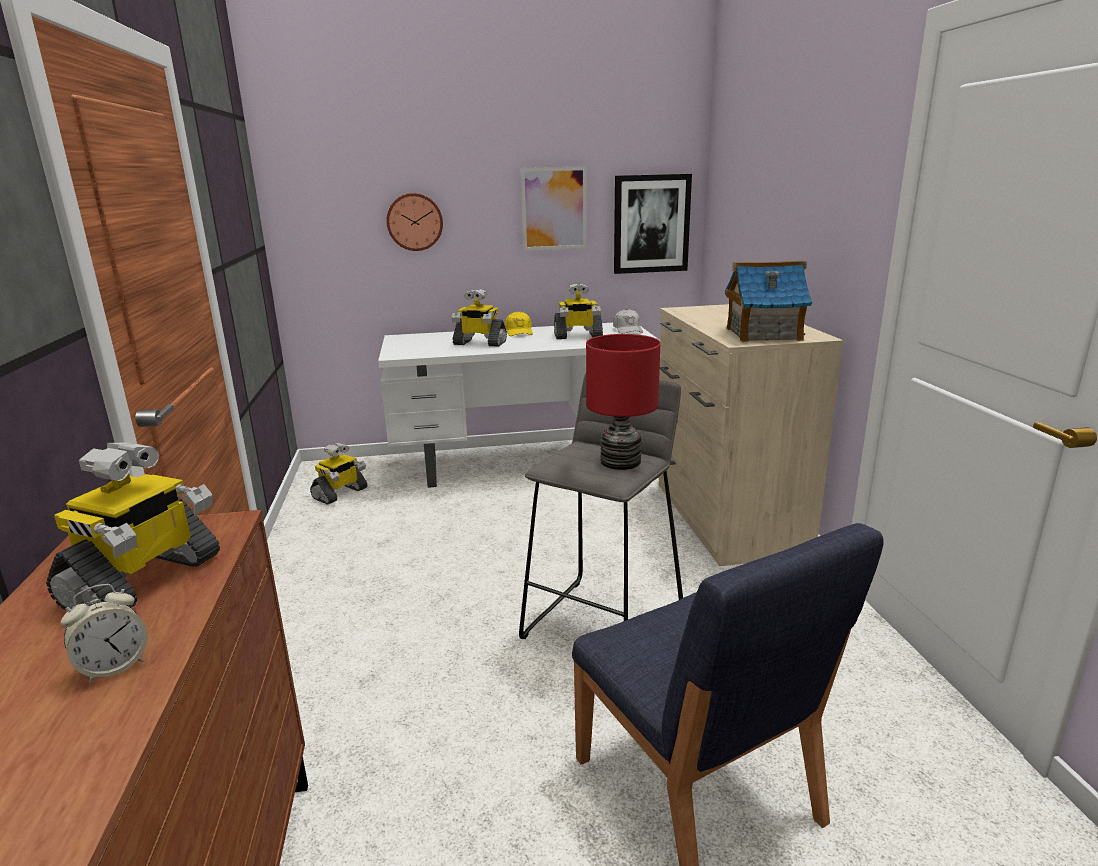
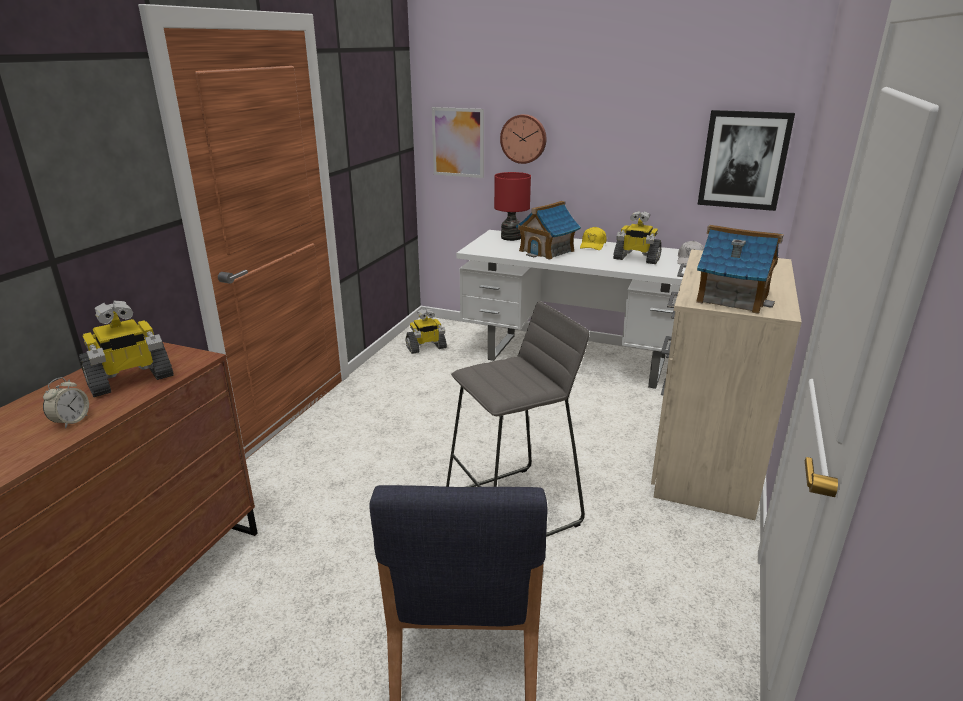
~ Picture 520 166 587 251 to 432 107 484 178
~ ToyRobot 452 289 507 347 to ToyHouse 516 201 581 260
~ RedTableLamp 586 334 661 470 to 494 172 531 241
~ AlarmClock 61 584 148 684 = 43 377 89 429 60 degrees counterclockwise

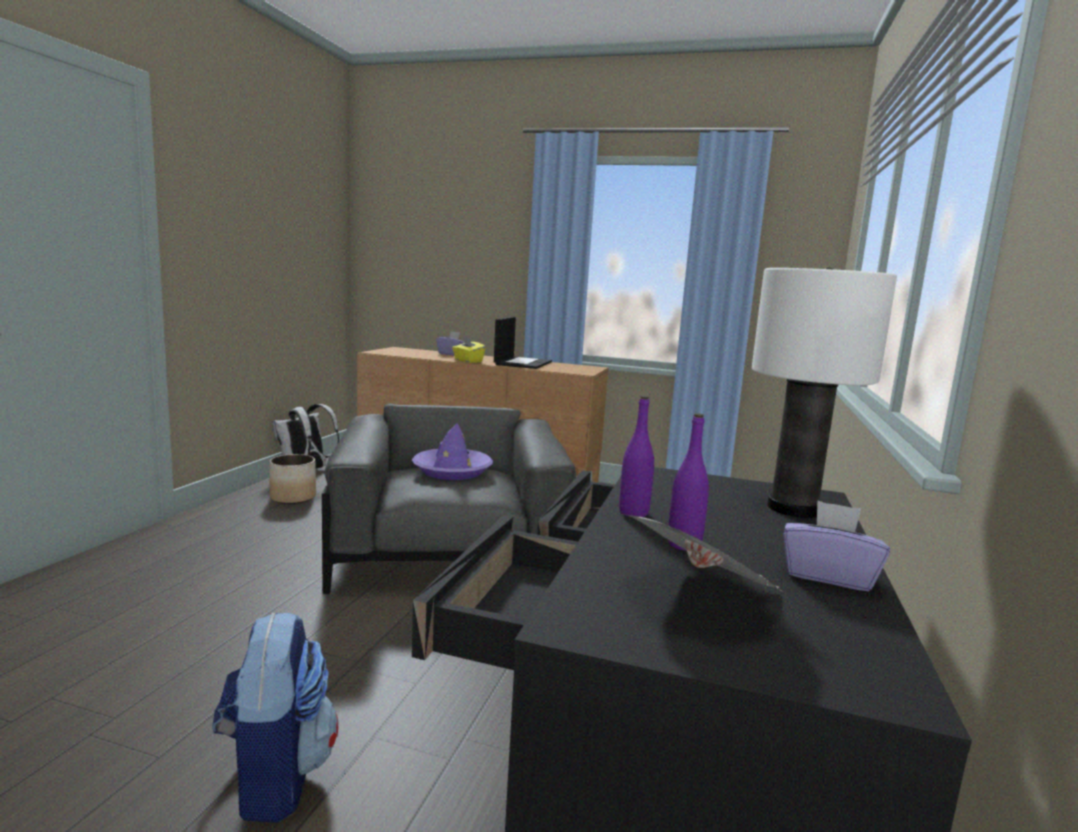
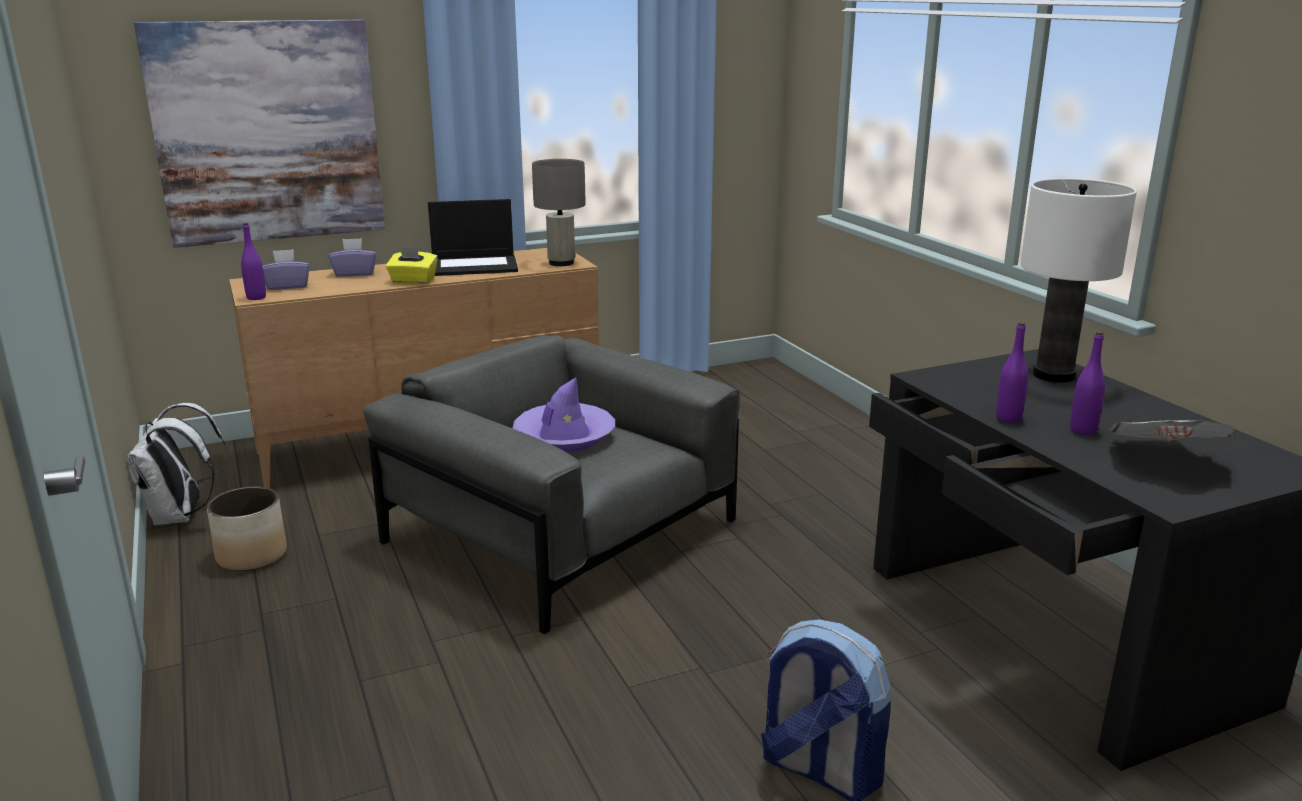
~ Laptop 494 317 552 369 = 428 199 518 276 105 degrees clockwise
~ PurpleTissueBox 783 501 890 592 to 263 249 309 290
+ Picture 134 19 385 248
+ GreyTableLamp 532 159 585 266
+ PurpleBottle 241 223 266 300

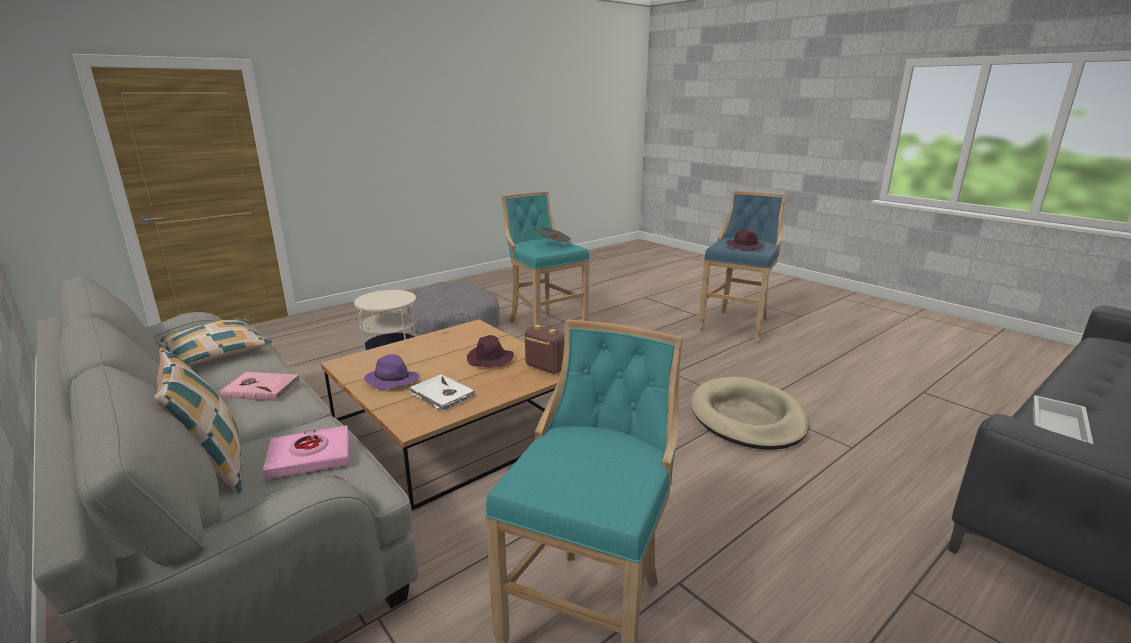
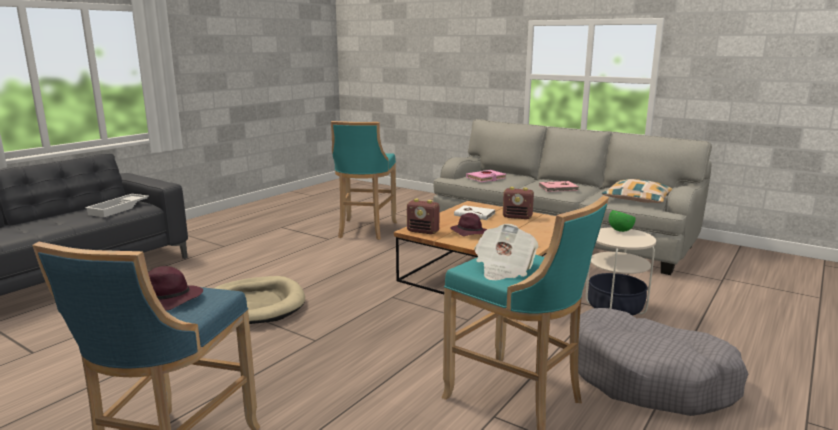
- Pillow 154 347 242 493
~ PurpleHat 364 354 419 390 to Radio 503 187 534 219
+ GreenBowl 609 210 636 232

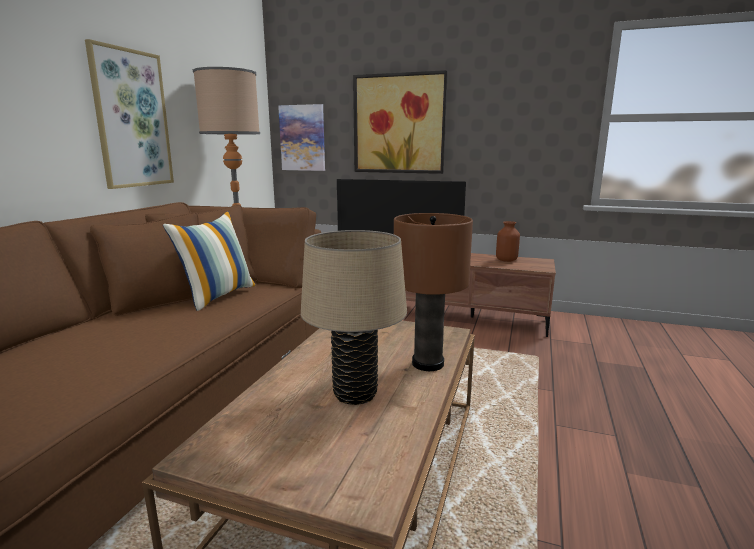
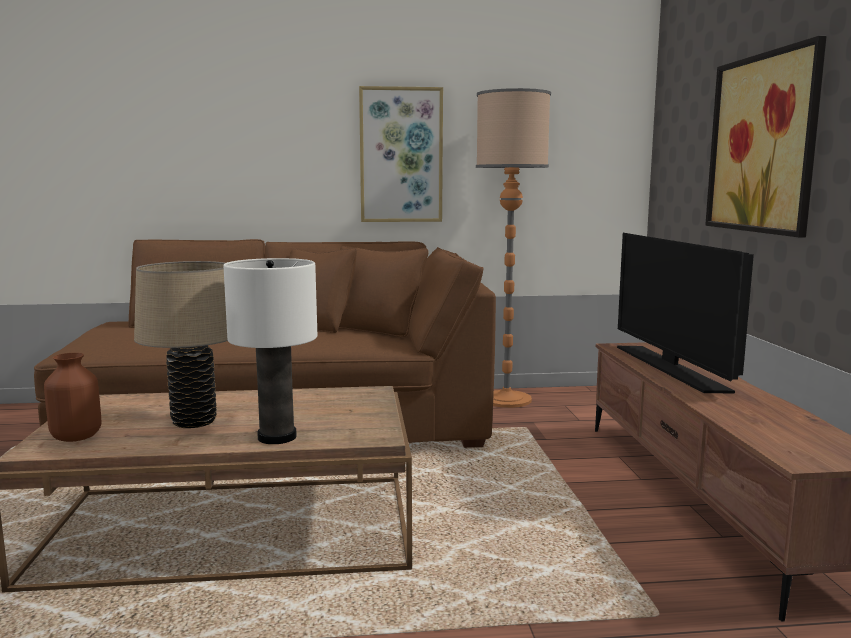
- Picture 278 104 325 171
- Pillow 163 211 256 311
~ BrownTableLamp 394 213 473 371 to WhiteTableLamp 223 258 317 444
~ BrownVase 496 221 520 262 to 44 353 102 442

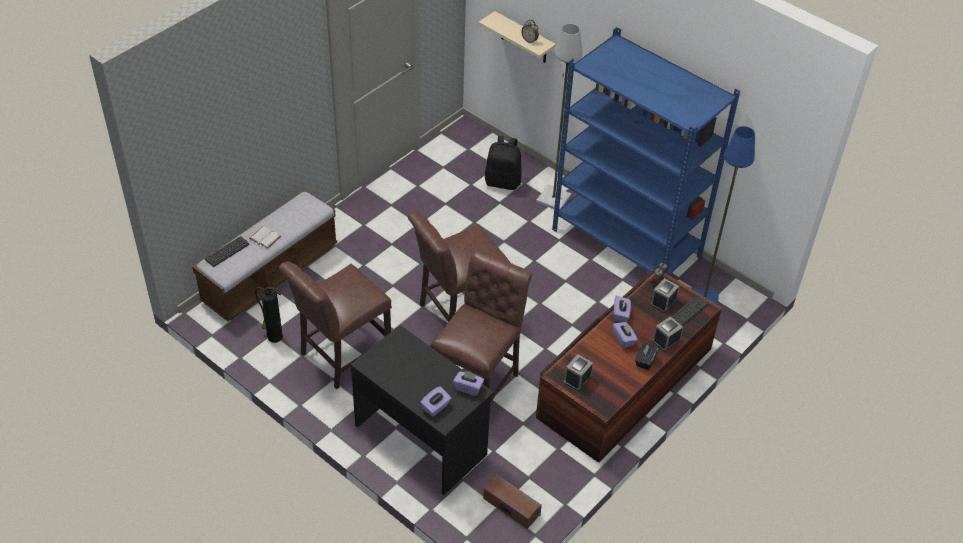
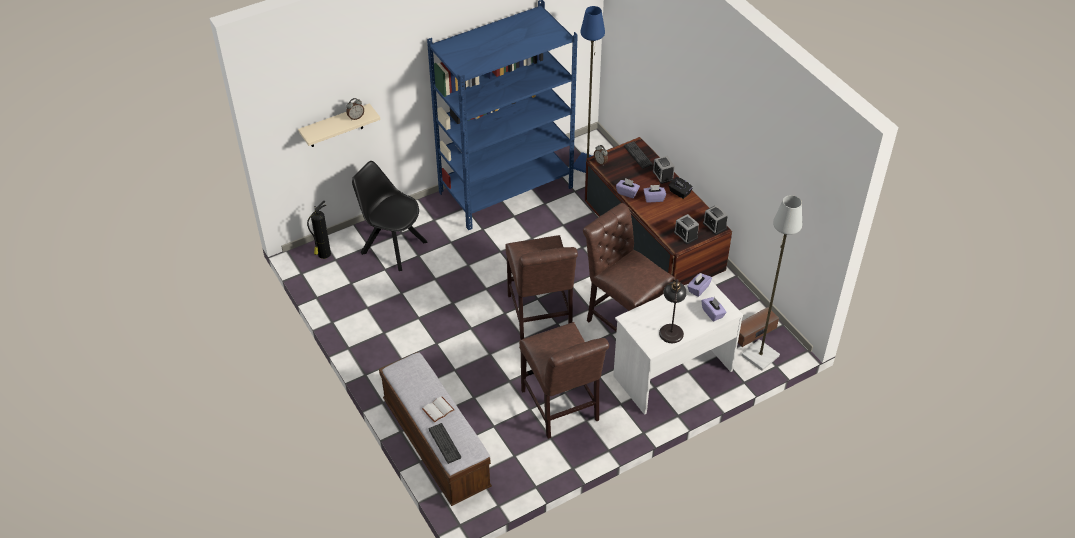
~ GreyFloorLamp 536 24 582 209 to 741 195 802 371
~ BlackBackpack 485 136 522 190 to BlackChair 352 161 428 271
~ AlarmClock 651 278 679 313 to 703 205 728 235
~ FireExtinguisher 255 285 283 343 to 307 201 331 259
~ BlackDesk 351 325 494 495 to WhiteDesk 613 281 743 415
+ GreyTableLamp 659 279 687 343

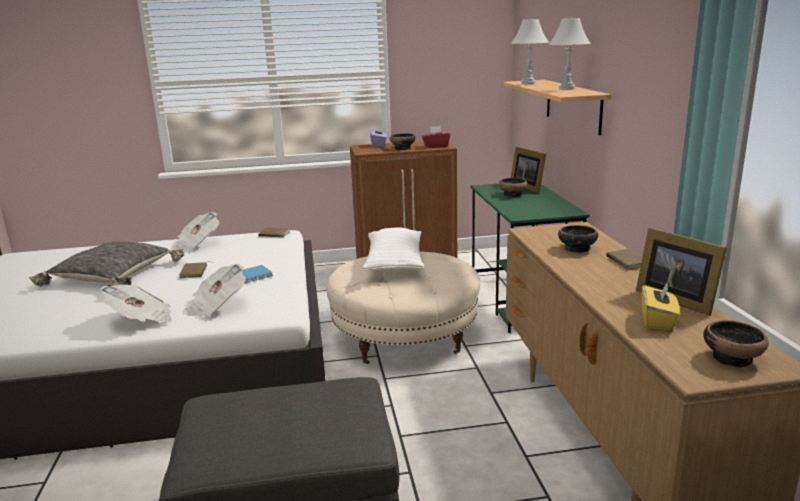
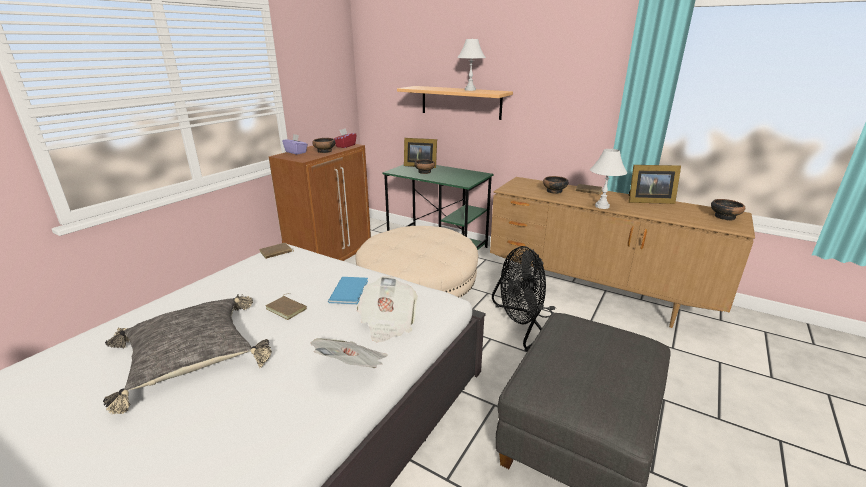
~ WhiteTableLamp 511 19 549 85 to 590 149 627 209
- Newspaper 170 212 219 251
- WhitePillow 362 228 424 271
- YellowTissueBox 641 283 680 330
+ BlackFan 492 246 556 352

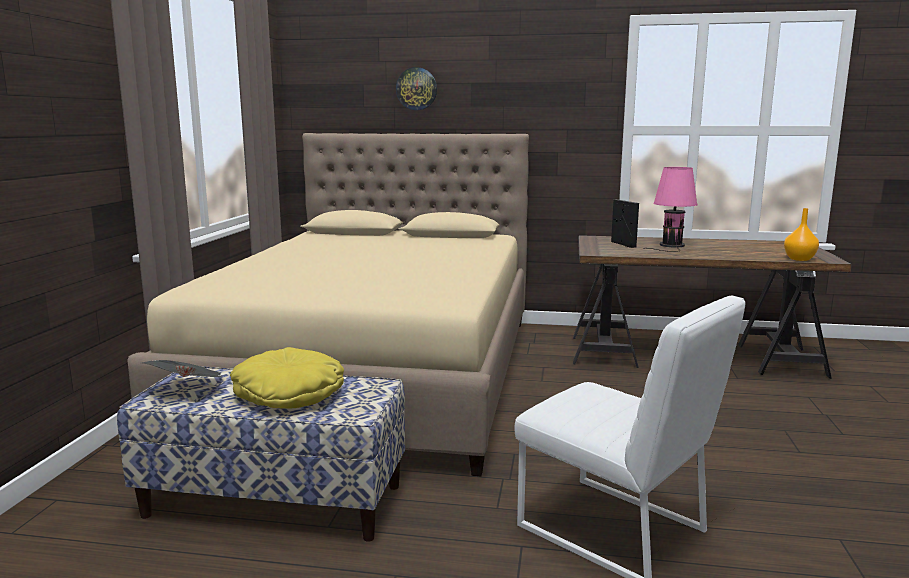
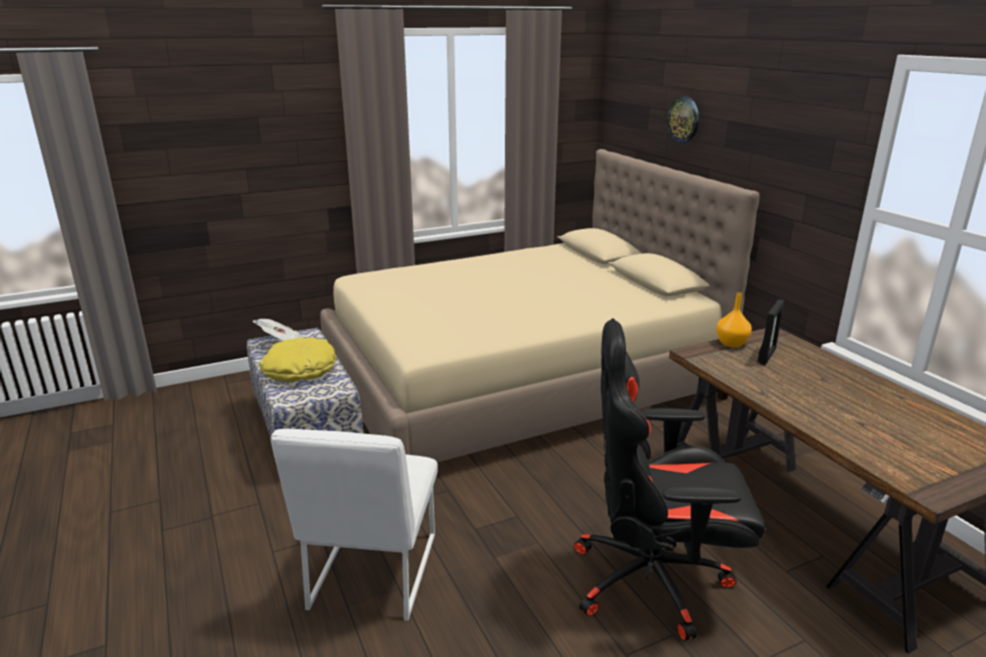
- PinkTableLamp 643 167 698 252
~ OrangeVase 784 208 819 261 to 716 293 752 348
+ BlackOfficeChair 574 318 765 641

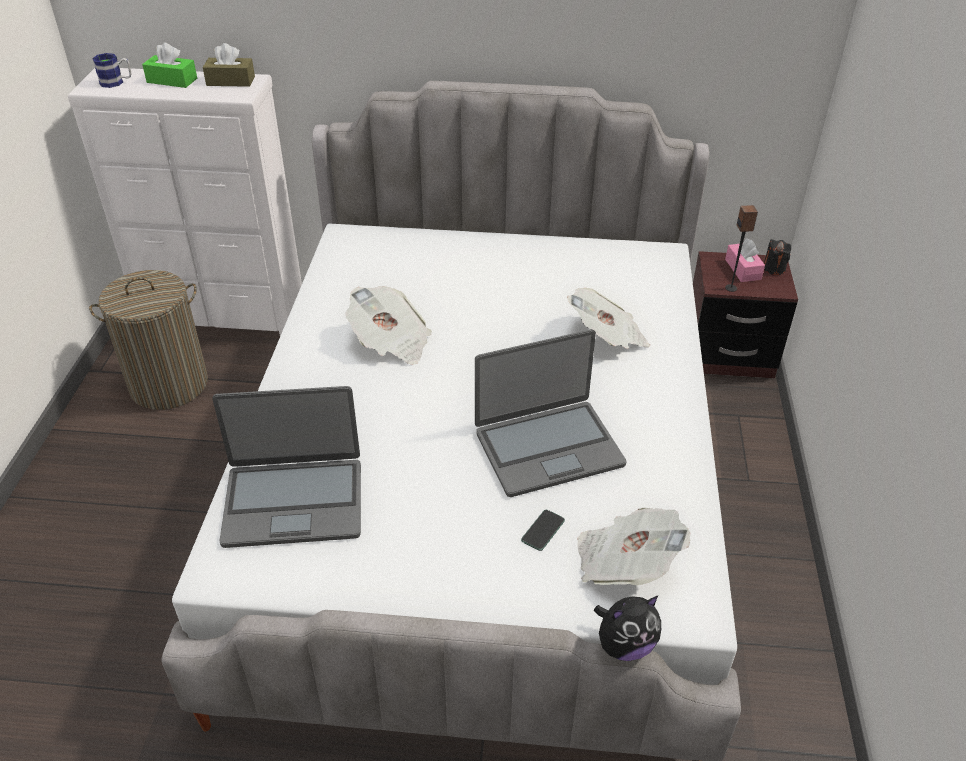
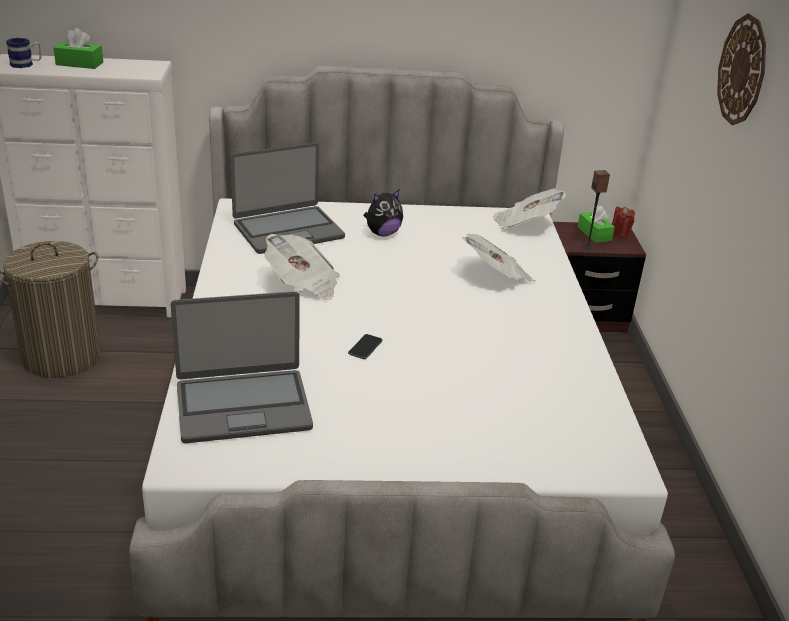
- BrownTissueBox 203 43 255 87
~ PinkTissueBox 725 238 765 282 to GreenTissueBox 577 205 615 243
~ BlackCandle 764 239 791 275 to RedCandle 612 206 635 237
~ Laptop 475 330 626 497 to 230 142 345 254
~ Newspaper 577 507 690 585 to 493 188 566 229
~ Phone 521 510 565 551 to 348 334 382 359
~ PlushToy 594 595 661 661 to 363 189 403 236
+ WallClock 717 13 766 125

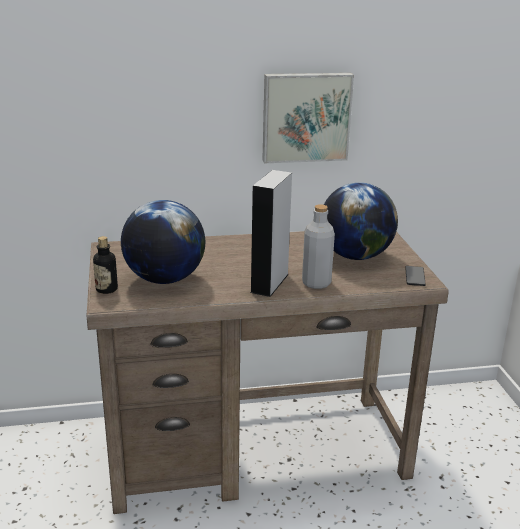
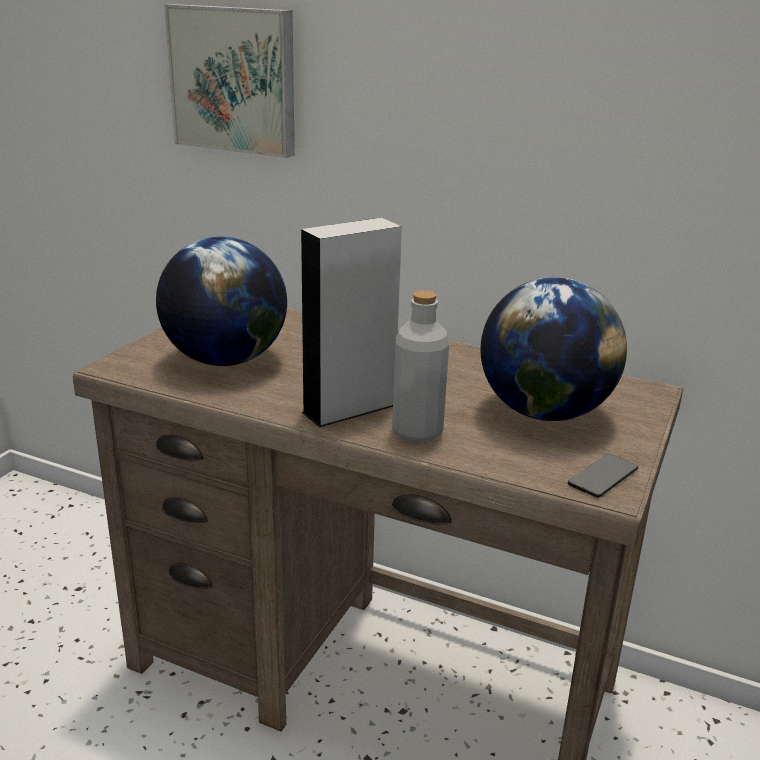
~ Picture 262 73 354 163 to 164 4 295 158
- Bottle 93 236 118 294

